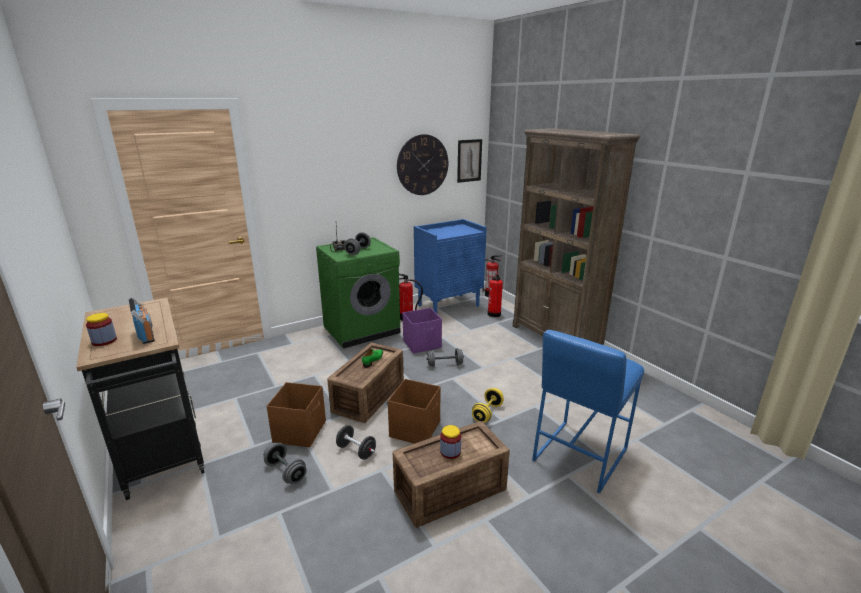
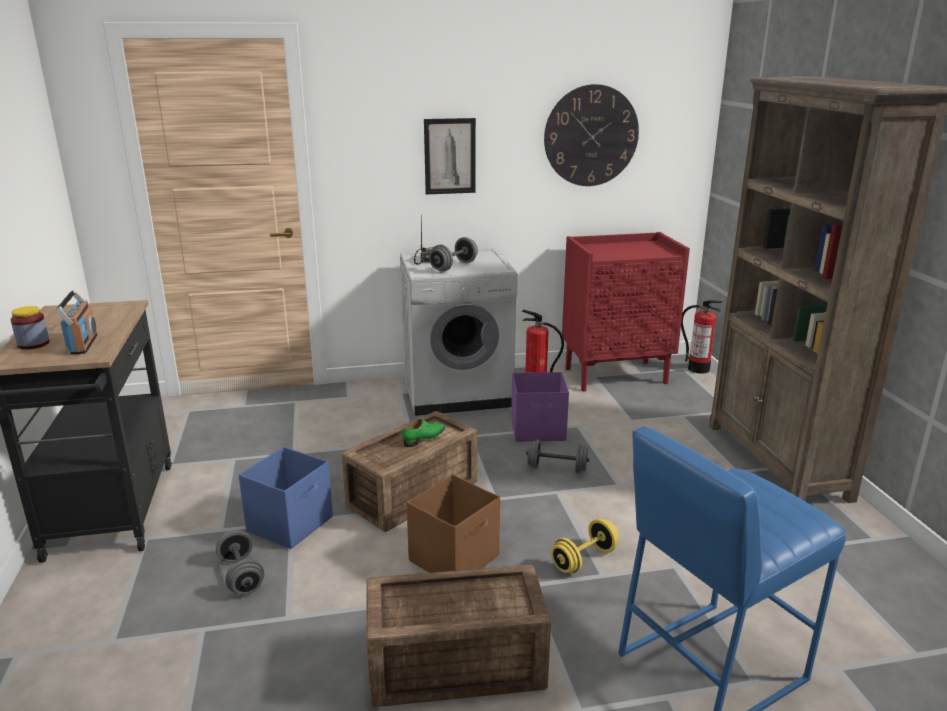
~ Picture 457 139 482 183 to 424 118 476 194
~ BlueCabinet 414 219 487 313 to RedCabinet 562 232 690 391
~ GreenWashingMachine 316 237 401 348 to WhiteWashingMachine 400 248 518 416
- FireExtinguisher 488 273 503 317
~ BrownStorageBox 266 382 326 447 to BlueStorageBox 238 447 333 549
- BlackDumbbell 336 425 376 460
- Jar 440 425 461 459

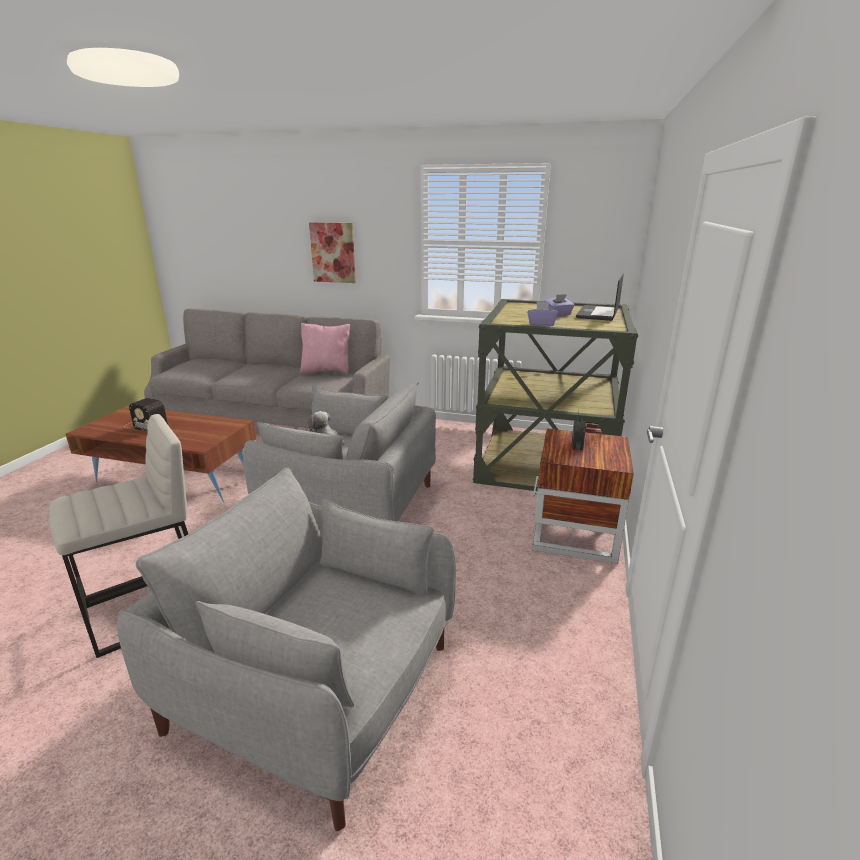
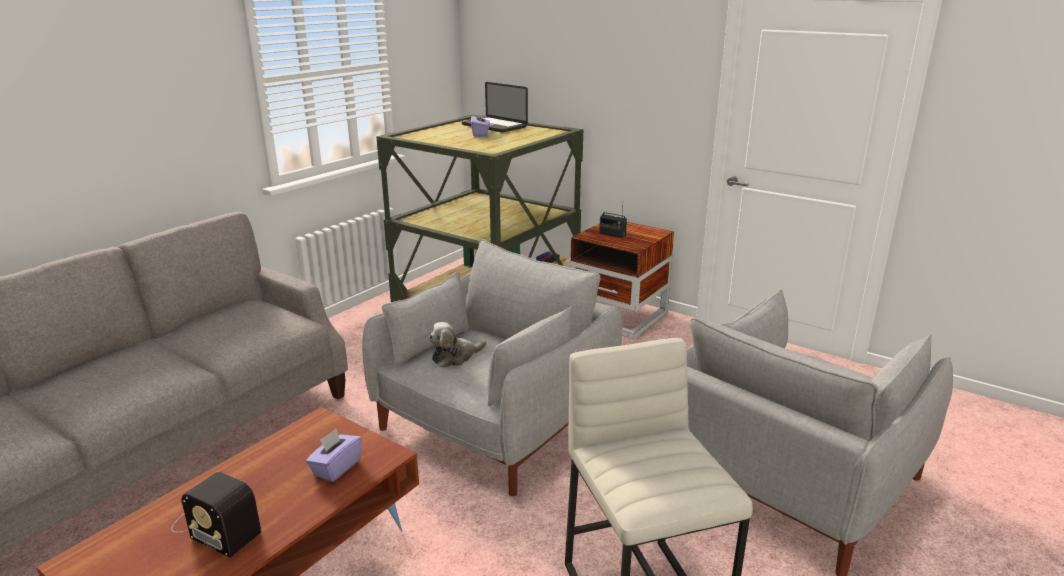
- Picture 309 222 356 283
~ PurpleTissueBox 527 302 558 326 to 306 429 362 482
- PinkPillow 300 323 350 375
~ Radio 125 398 168 432 = 171 472 261 558 75 degrees clockwise

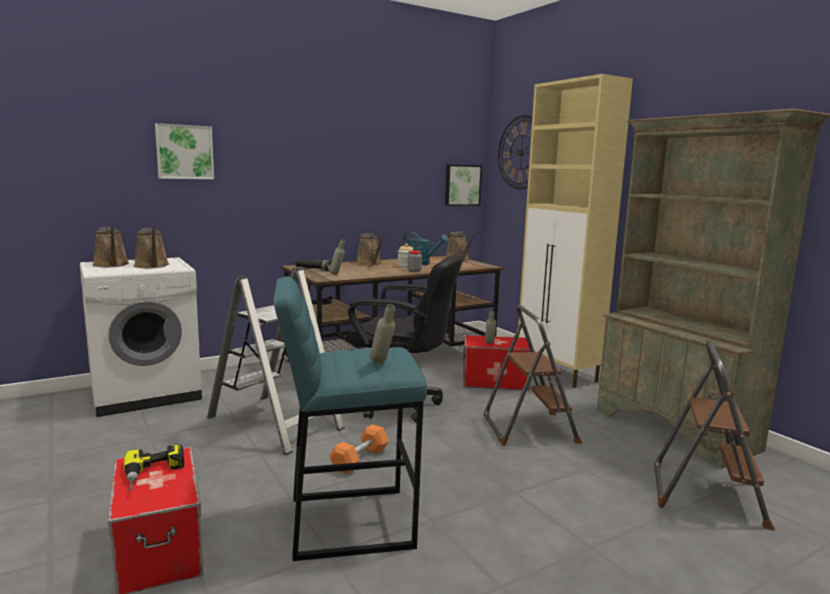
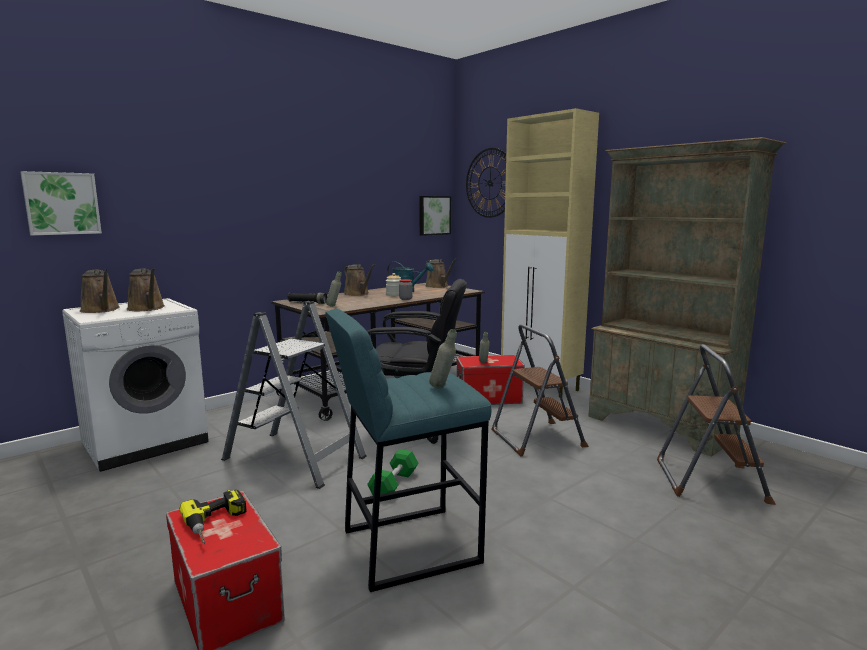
~ Picture 155 123 214 179 to 20 171 102 235
~ OrangeDumbbell 329 424 389 474 to GreenDumbbell 367 449 418 496

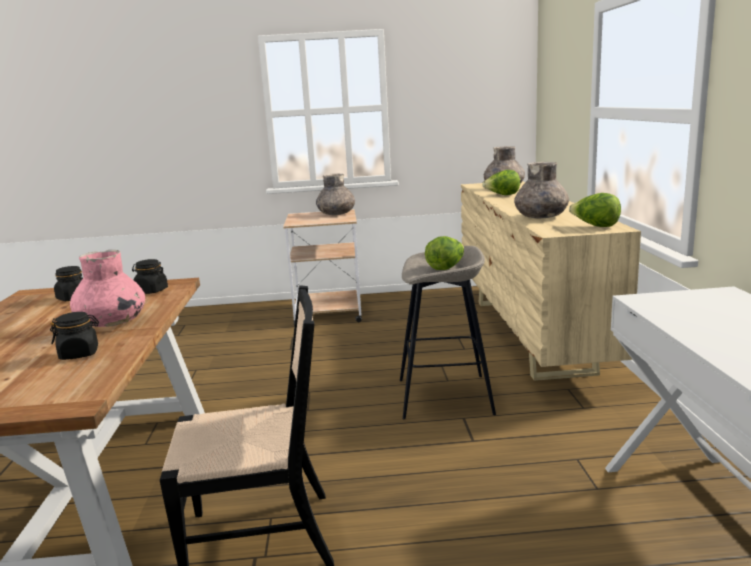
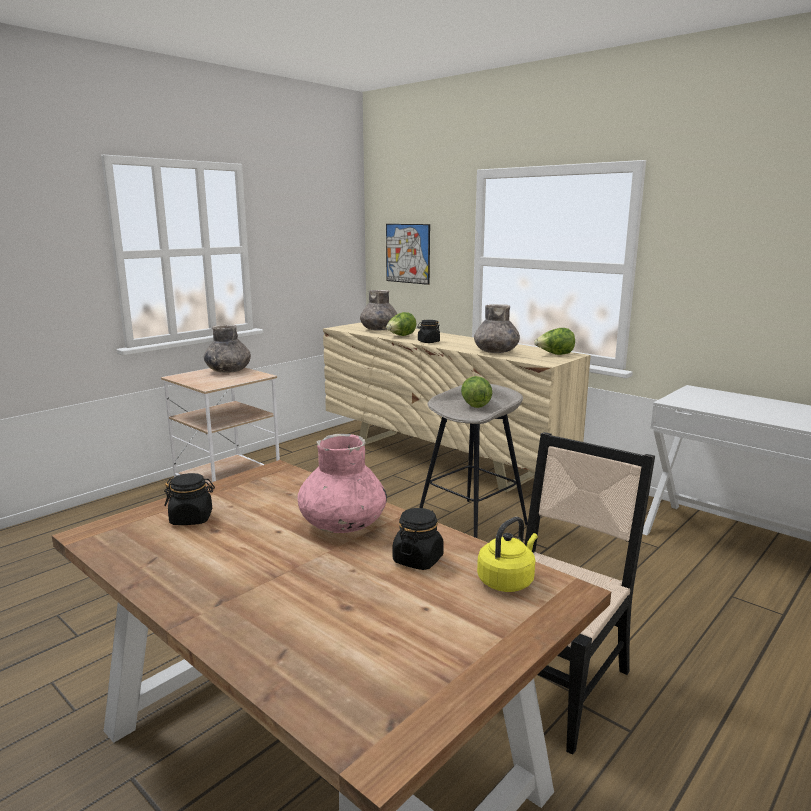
~ BlackJar 132 259 168 294 to 417 320 440 343
+ Picture 386 224 430 285
+ YellowKettle 477 517 538 592

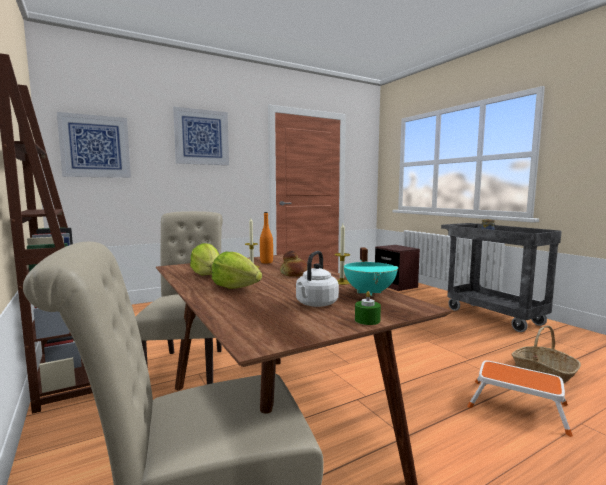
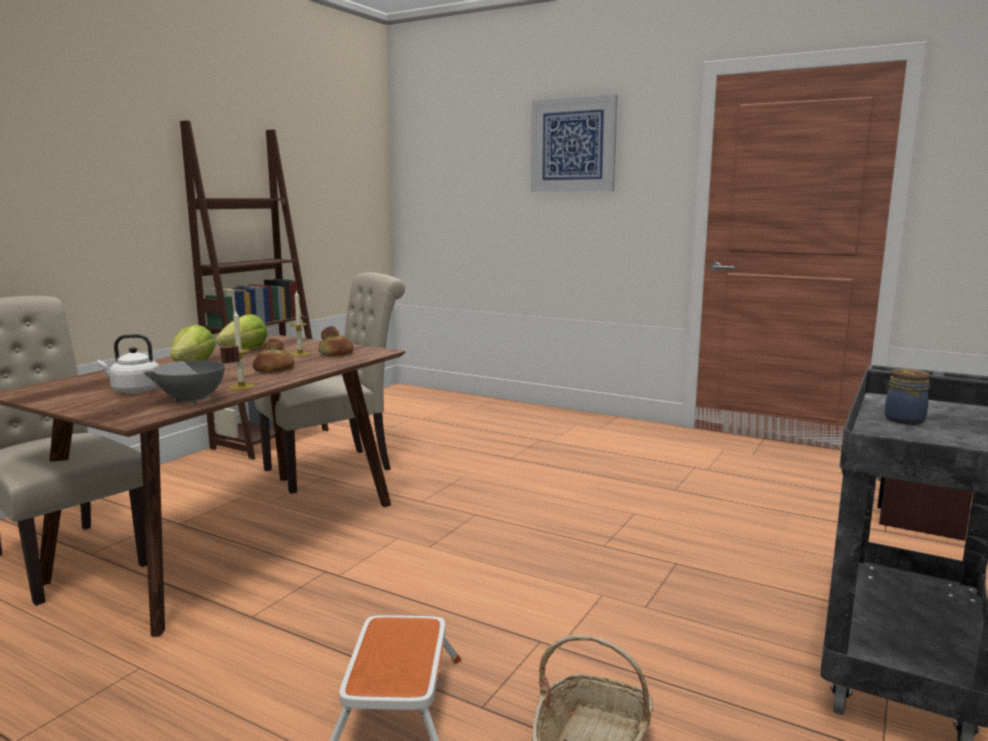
- Picture 57 112 131 178
~ OrangeBottle 260 212 273 263 to Bread 318 326 354 356
~ TurquoiseCookingPot 344 248 398 296 to GreyCookingPot 143 345 240 404
- GreenCandle 355 291 381 325

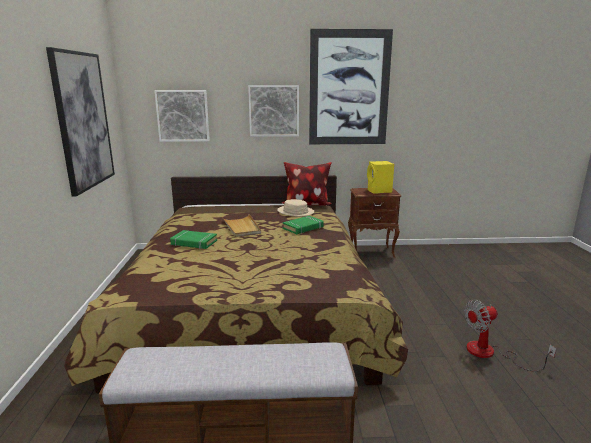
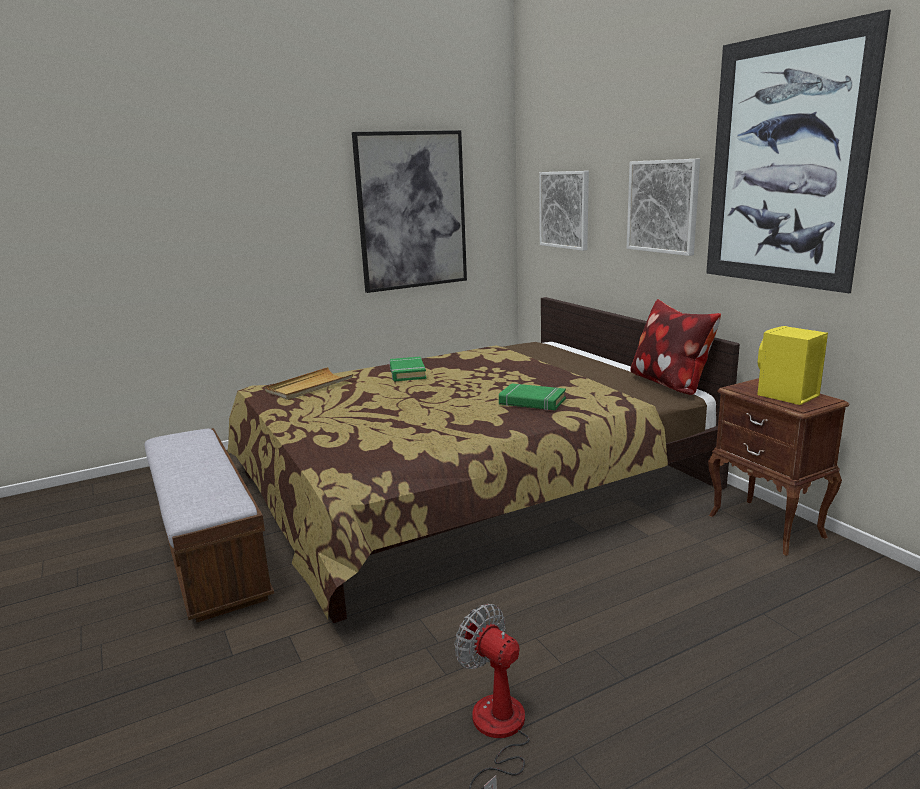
- BeigeHat 277 199 314 217
~ BeigeTray 222 214 261 237 to 265 367 353 400

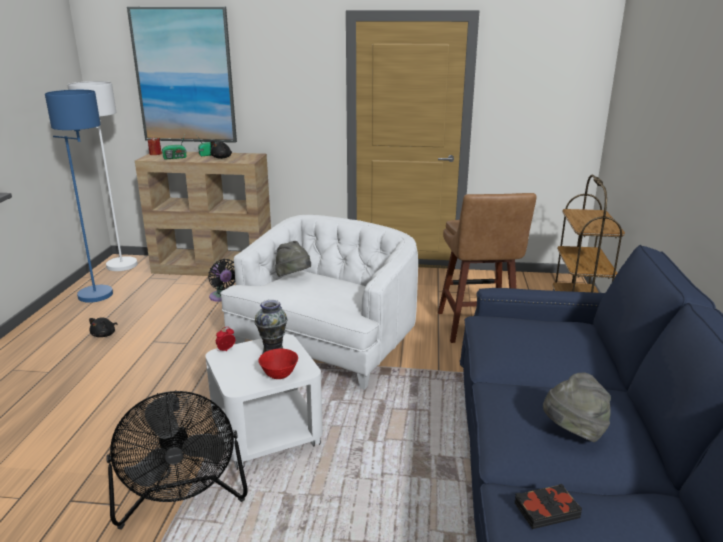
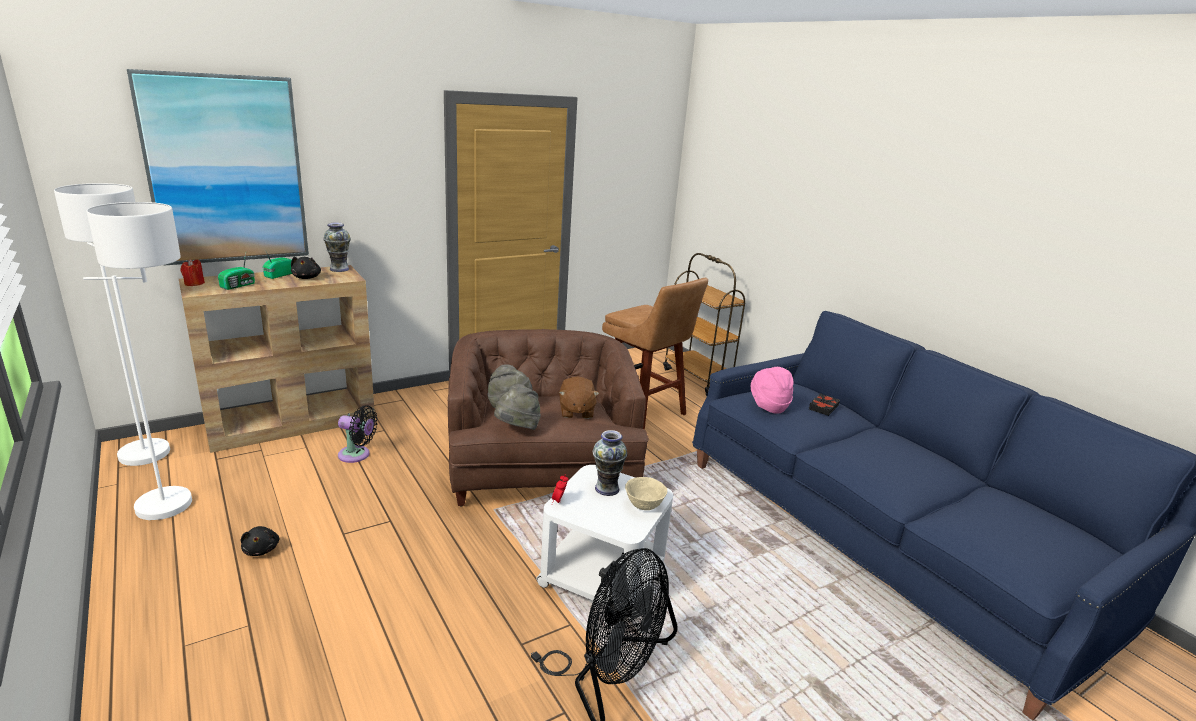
~ BlueFloorLamp 45 90 113 303 to WhiteFloorLamp 83 202 192 520
~ WhiteArmchair 220 215 418 390 to BrownArmchair 448 329 649 507
~ RedBowl 258 348 298 379 to BeigeBowl 625 477 667 510
~ GreyHat 543 373 611 442 to 494 384 541 430
~ BlackBook 515 484 582 529 to 809 393 840 416
+ Vase 323 222 351 272
+ PinkHat 751 367 794 414
+ BrownPlushToy 559 376 599 419

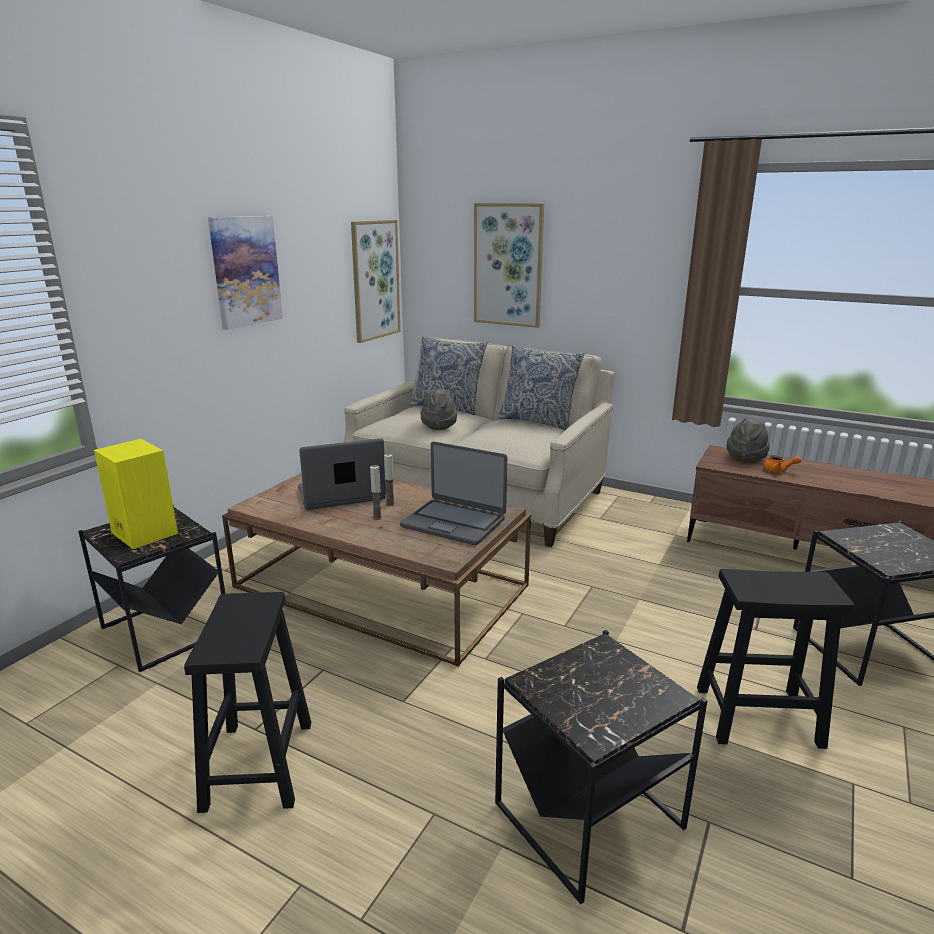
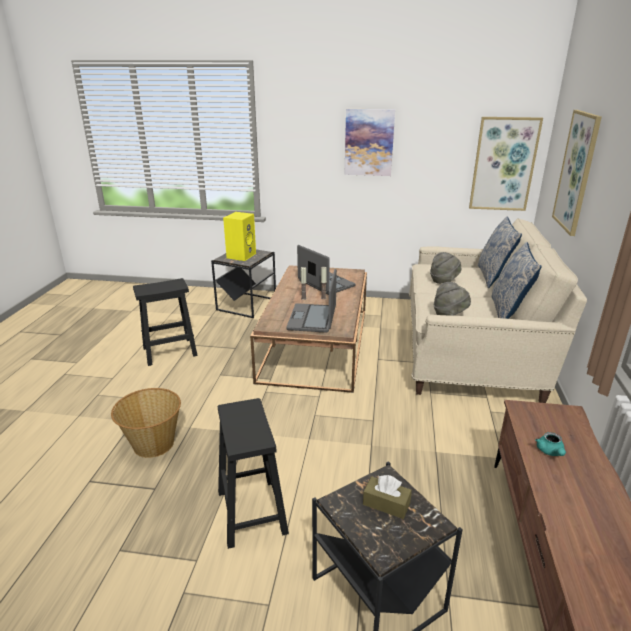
~ GreyHat 727 417 770 463 to 434 282 471 316
~ OrangeTeapot 763 455 802 473 to TurquoiseTeapot 535 432 566 456
~ BlackSideTable 495 630 707 904 to Basket 111 388 181 458
+ BrownTissueBox 363 475 412 519

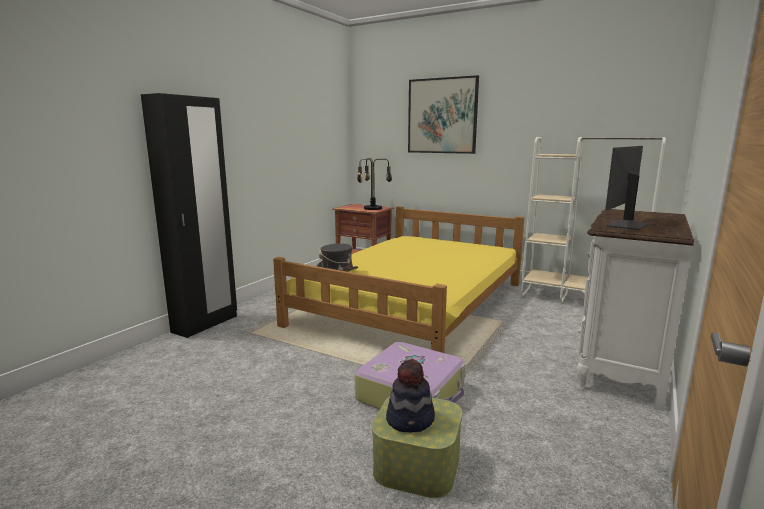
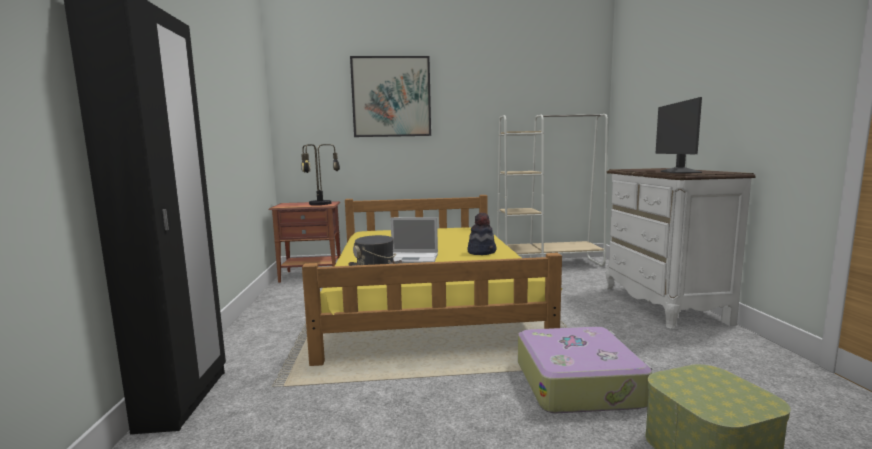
~ Hat 386 359 435 433 to 467 212 496 255
+ Laptop 391 217 438 263

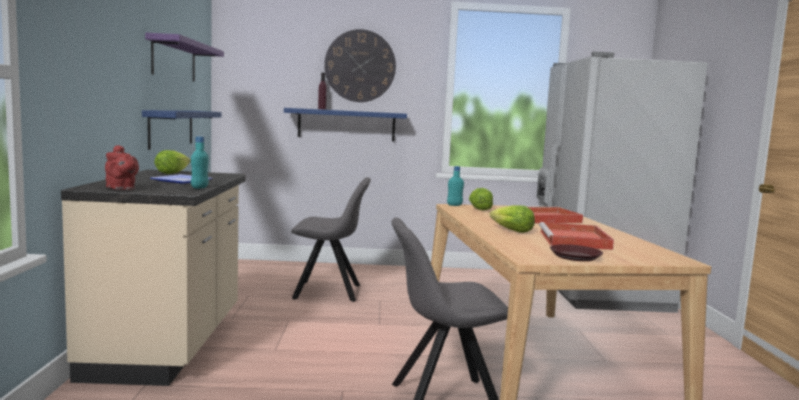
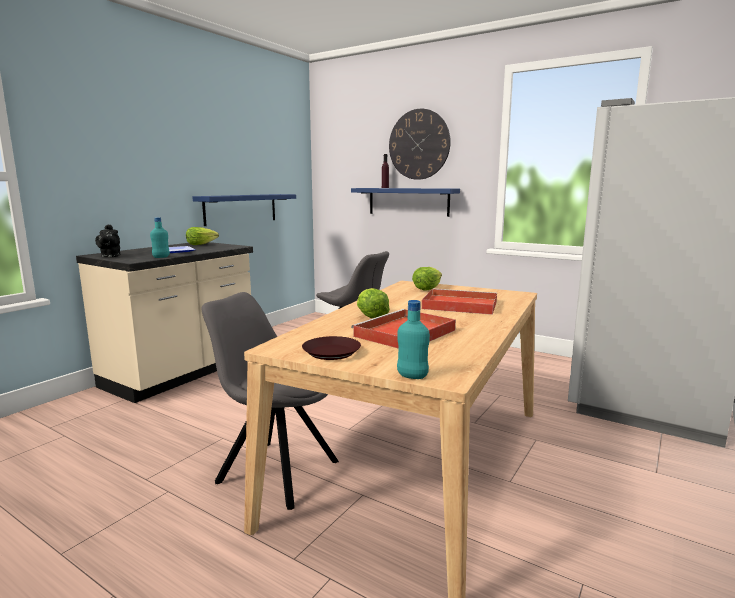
- PurpleShelf 145 33 224 82
~ RedTeapot 105 145 139 190 to BlackTeapot 95 224 120 257
~ TurquoiseBottle 447 166 464 206 to 397 300 430 379

